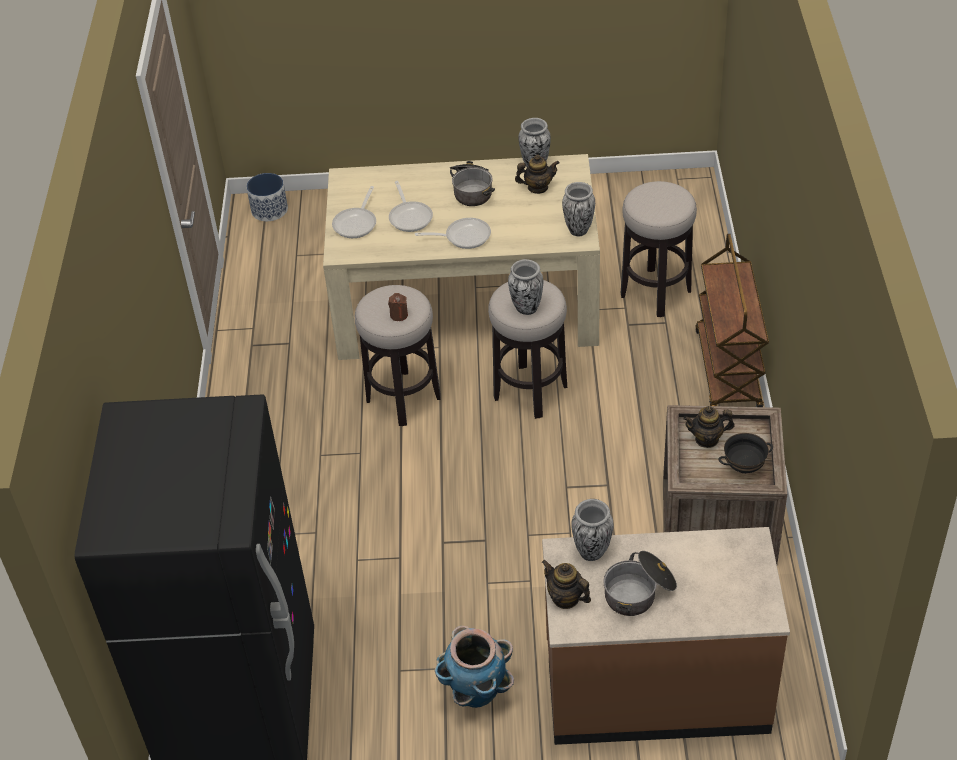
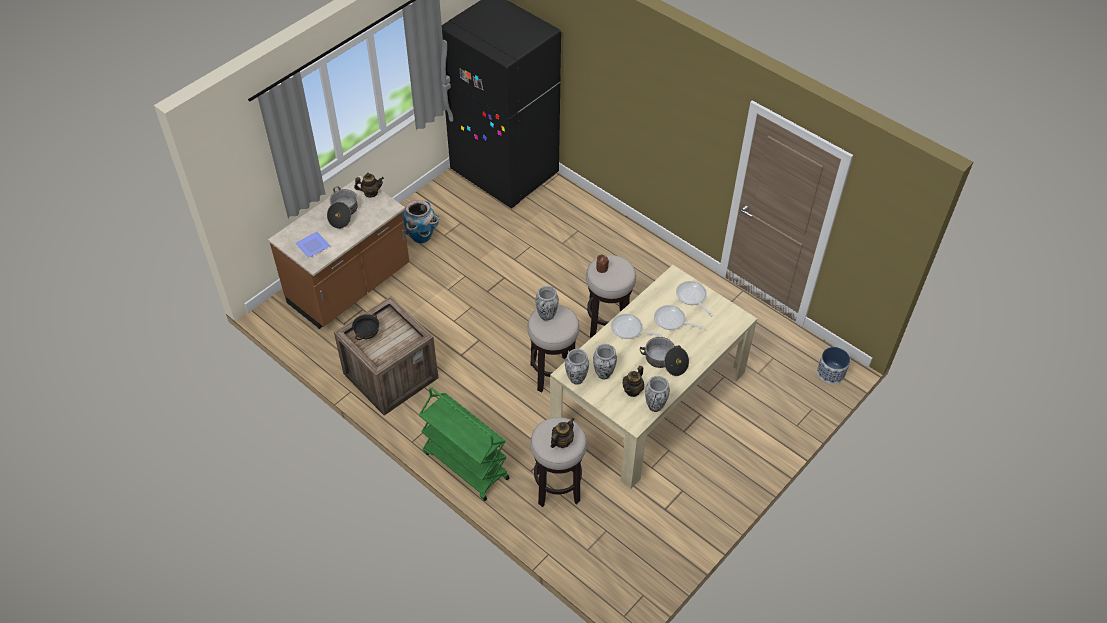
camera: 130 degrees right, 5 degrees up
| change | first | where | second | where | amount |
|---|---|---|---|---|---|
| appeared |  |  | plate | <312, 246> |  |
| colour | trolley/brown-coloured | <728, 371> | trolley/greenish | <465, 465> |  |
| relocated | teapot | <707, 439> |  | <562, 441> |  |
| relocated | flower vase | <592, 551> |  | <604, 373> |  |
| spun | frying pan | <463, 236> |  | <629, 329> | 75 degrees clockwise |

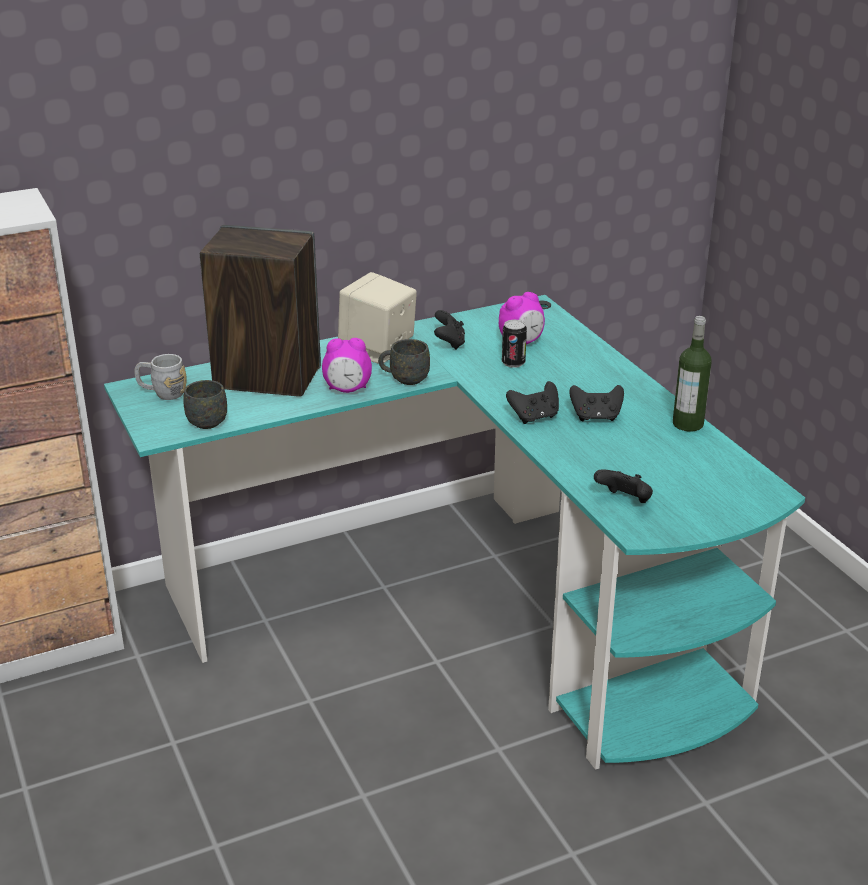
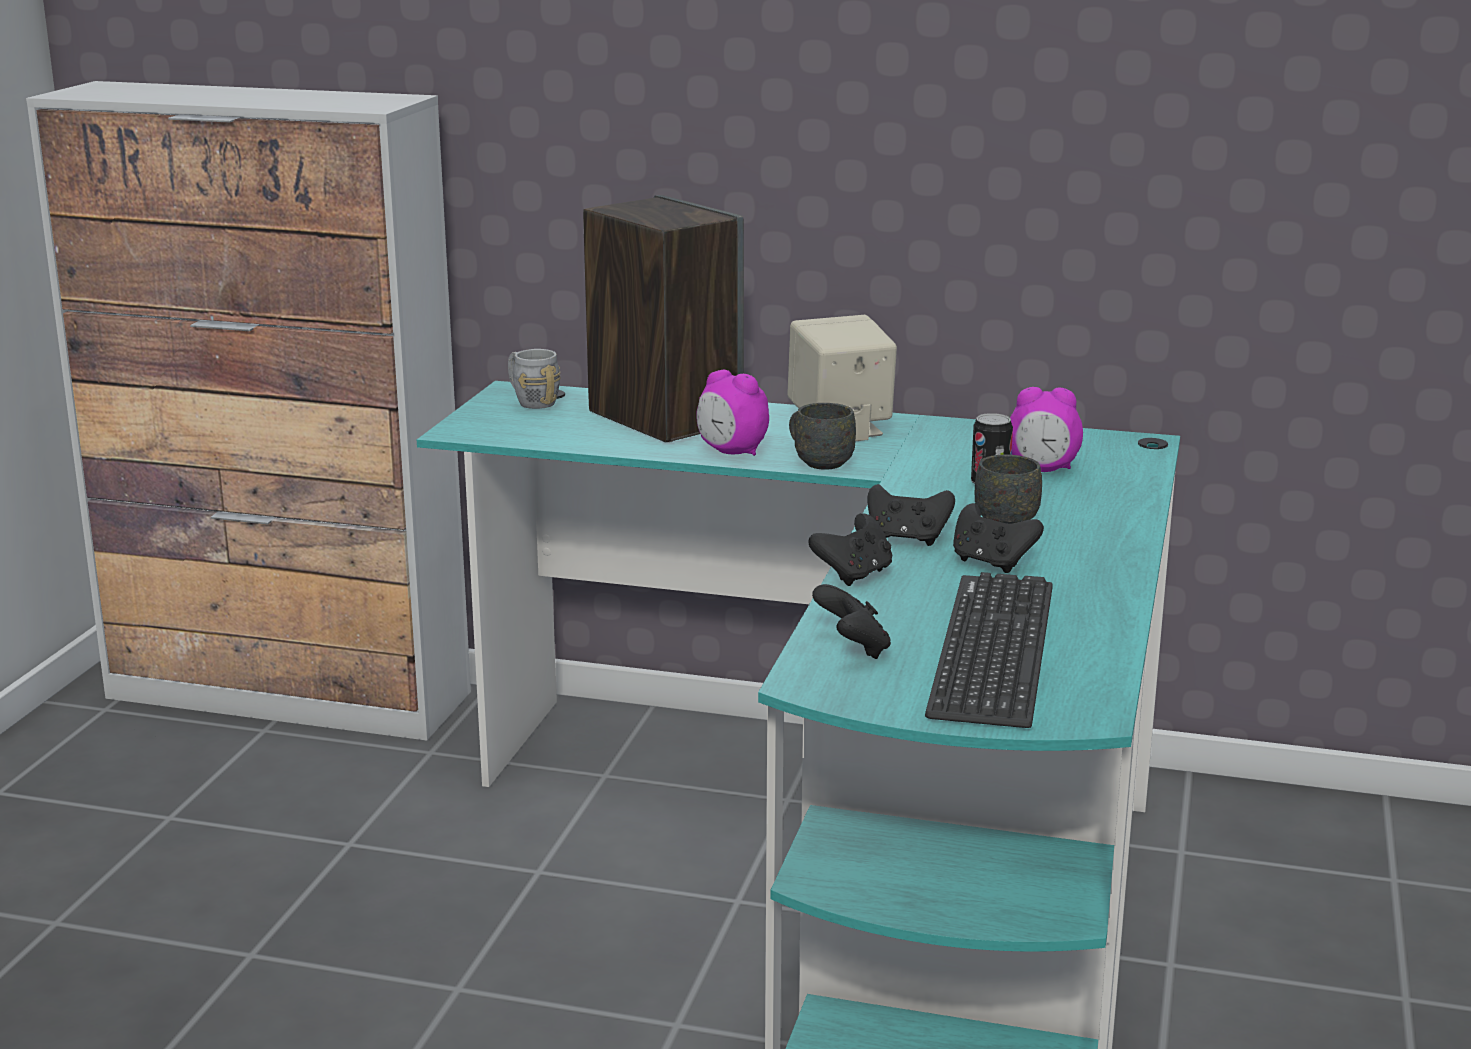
camera: 40 degrees right, 10 degrees down
| change | first | where | second | where | amount |
|---|---|---|---|---|---|
| relocated | game controller/blackish | <449, 343> |  | <854, 575> |  |
| appeared |  |  | keyboard | <993, 650> |  |
| relocated | mug/gray | <205, 419> |  | <1008, 517> |  |
| missing | beverage bottle | <688, 424> |  |  |  |

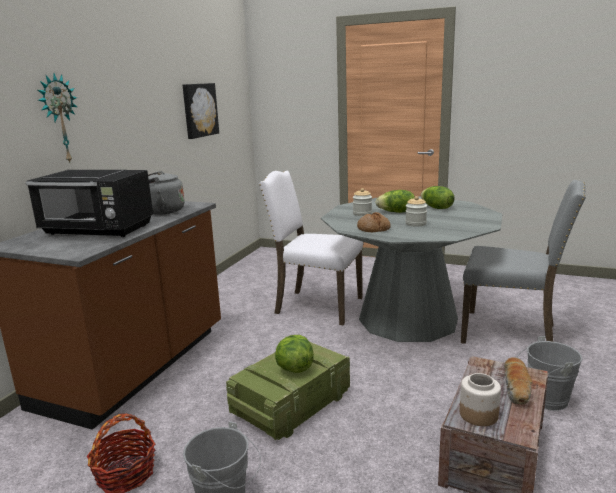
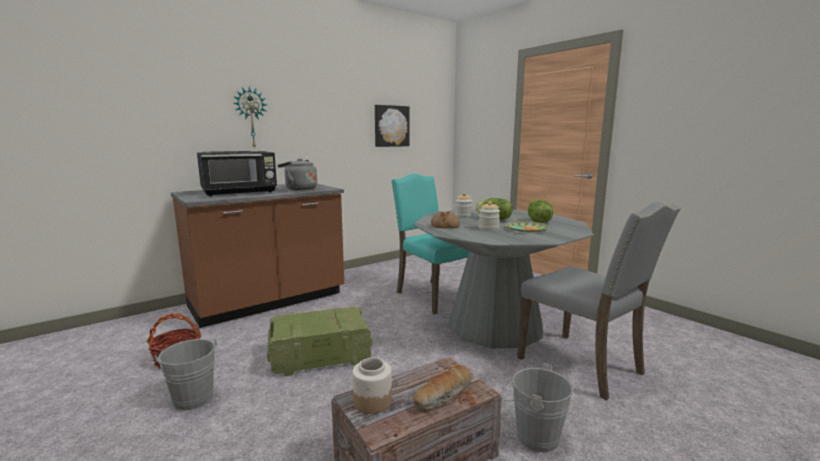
camera: 30 degrees right, 5 degrees down
| change | first | where | second | where | amount |
|---|---|---|---|---|---|
| spun | microwave/blackish | <98, 230> |  | <240, 192> | 75 degrees counterclockwise |
| colour | chair/white | <316, 306> | chair/blue-green | <433, 295> |  |
| appeared |  |  | plate | <526, 229> |  |
| missing | lettuce head | <294, 368> |  |  |  |

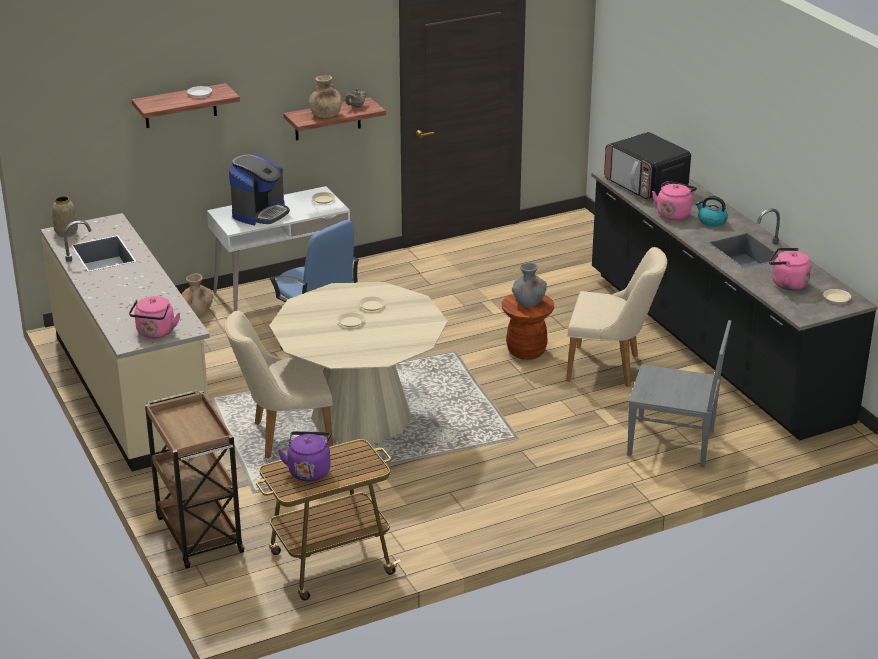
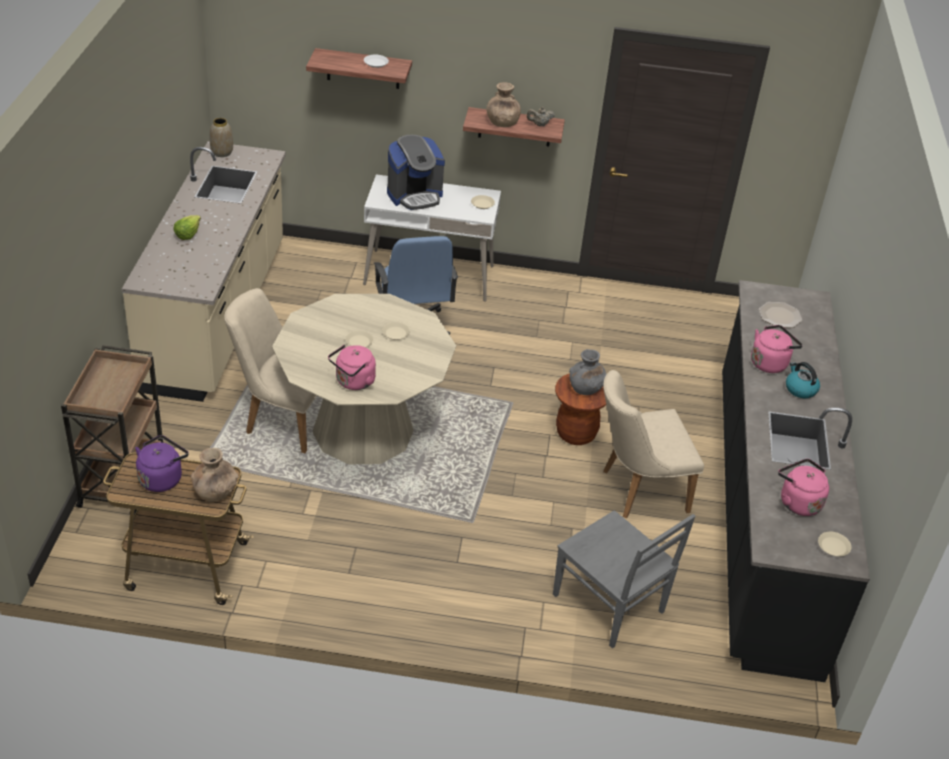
camera: 30 degrees right, 10 degrees up
| change | first | where | second | where | amount |
|---|---|---|---|---|---|
| appeared |  |  | lettuce head | <187, 234> |  |
| relocated | flower vase/brown-coloured | <197, 311> |  | <215, 492> |  |
| relocated | tea kettle/pink | <155, 333> |  | <353, 382> |  |
| spun | chair/sand-coloured | <611, 368> |  | <636, 490> | 120 degrees clockwise |
| exchanged | microwave | <646, 184> | plate | <780, 316> |  |

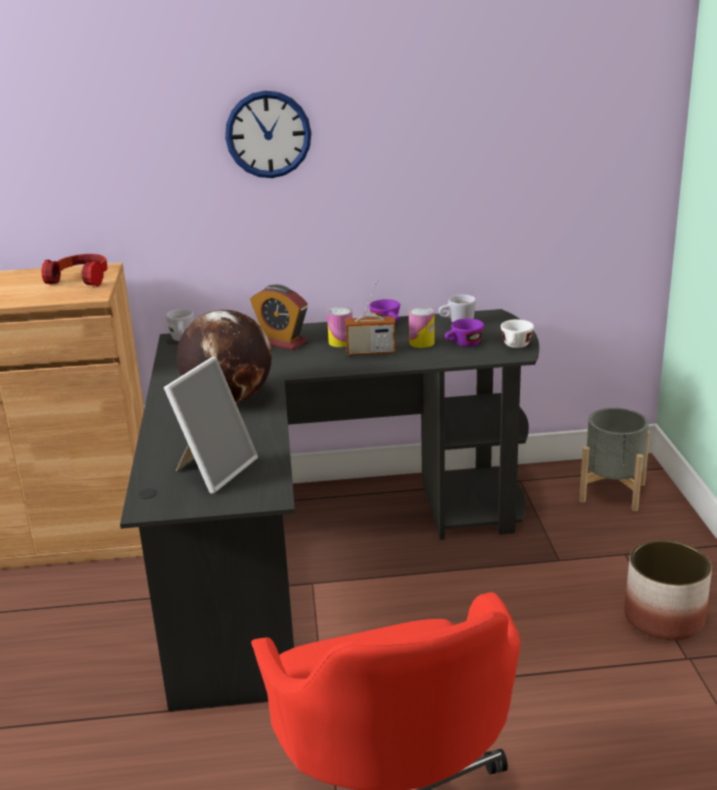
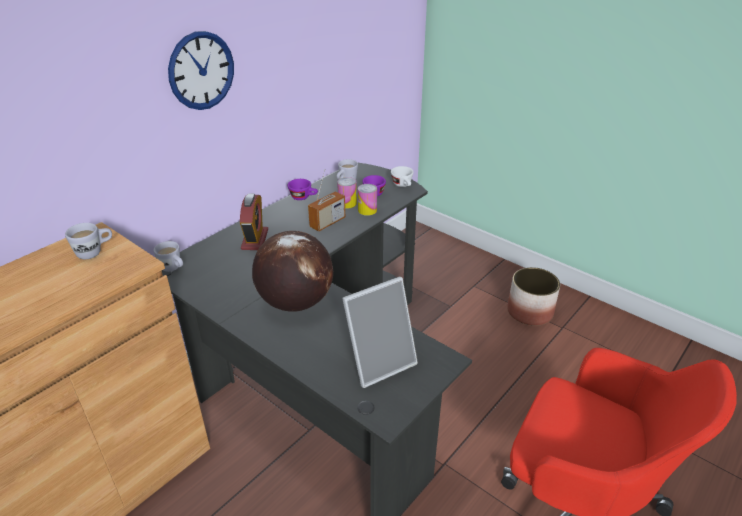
camera: 45 degrees left, 10 degrees up
| change | first | where | second | where | amount |
|---|---|---|---|---|---|
| exchanged | headphones | <81, 279> | mug/white | <95, 252> |  |
| spun | bedside clock | <281, 342> |  | <255, 239> | 75 degrees counterclockwise |
| spun | standing frame | <214, 470> |  | <379, 361> | 75 degrees clockwise |
| relocated | can | <341, 342> |  | <367, 210> |  |
| missing | planter/gray | <611, 492> |  |  |  |

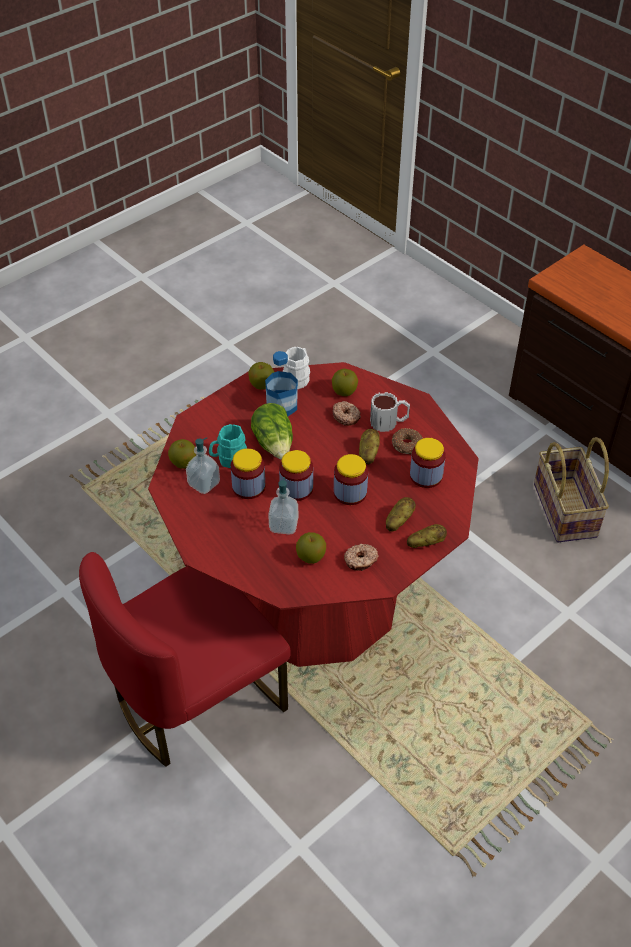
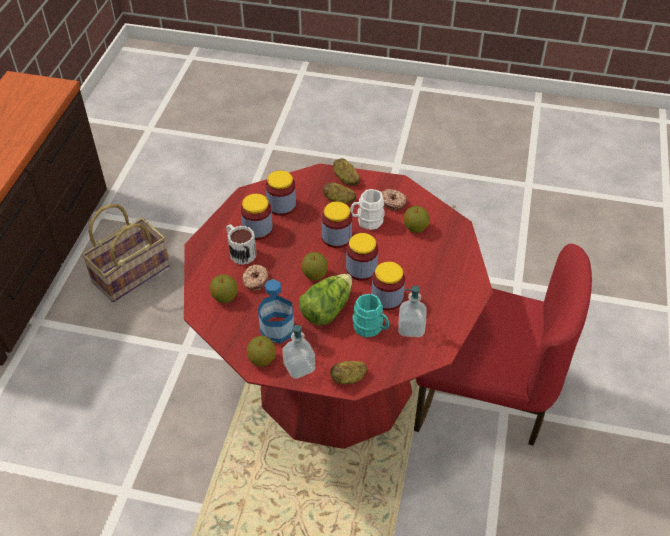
camera: 125 degrees left, 0 degrees up
| change | first | where | second | where | amount |
|---|---|---|---|---|---|
| exchanged | ring doughnut | <407, 445> | storage jar | <257, 229> |  |
| relocated | soap bottle | <283, 525> |  | <299, 367> |  |
| relocated | apple | <183, 463> |  | <314, 274> |  |
| relocated | whole potato | <368, 453> |  | <348, 378> |  |
| relocated | mug/white | <298, 377> |  | <366, 221> |  |

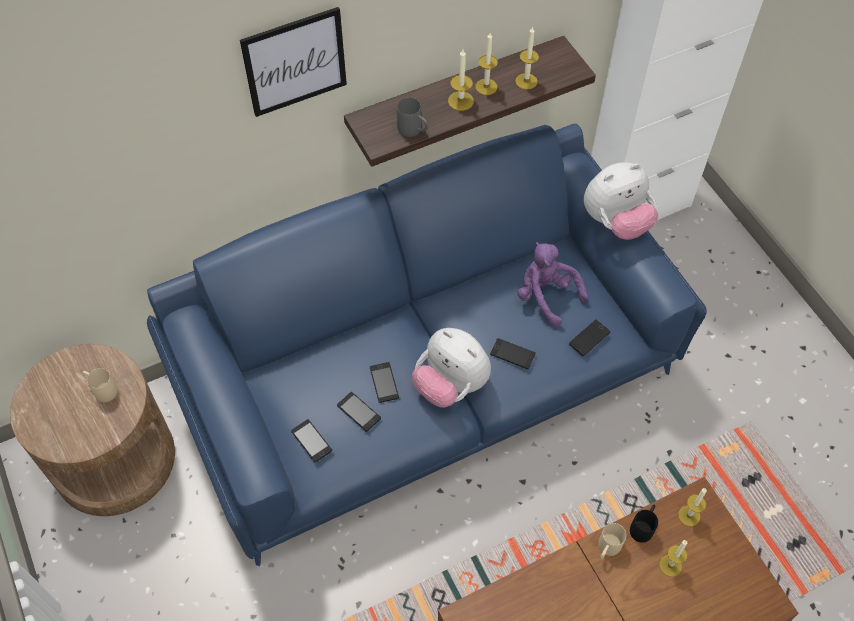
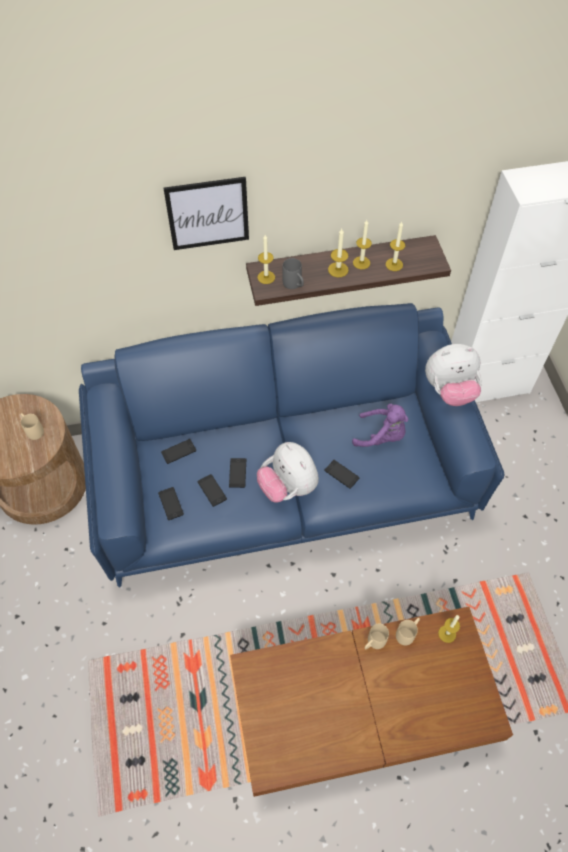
camera: 15 degrees right, 0 degrees up
| change | first | where | second | where | amount |
|---|---|---|---|---|---|
| relocated | handset | <589, 338> |  | <178, 451> |  |
| relocated | candle | <670, 565> |  | <266, 277> |  |
| spun | plush toy/purple | <546, 296> |  | <381, 436> | 135 degrees clockwise |
| colour | mug/blackish | <643, 527> | mug/sand-coloured | <407, 633> |  |

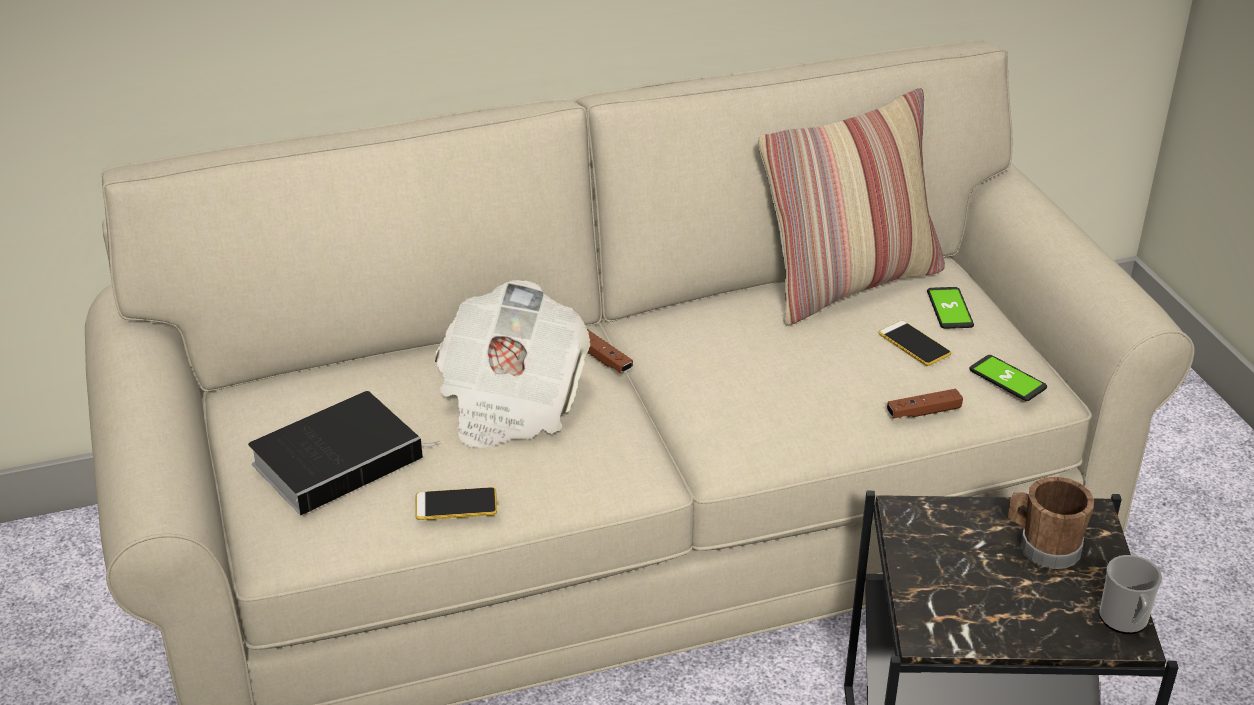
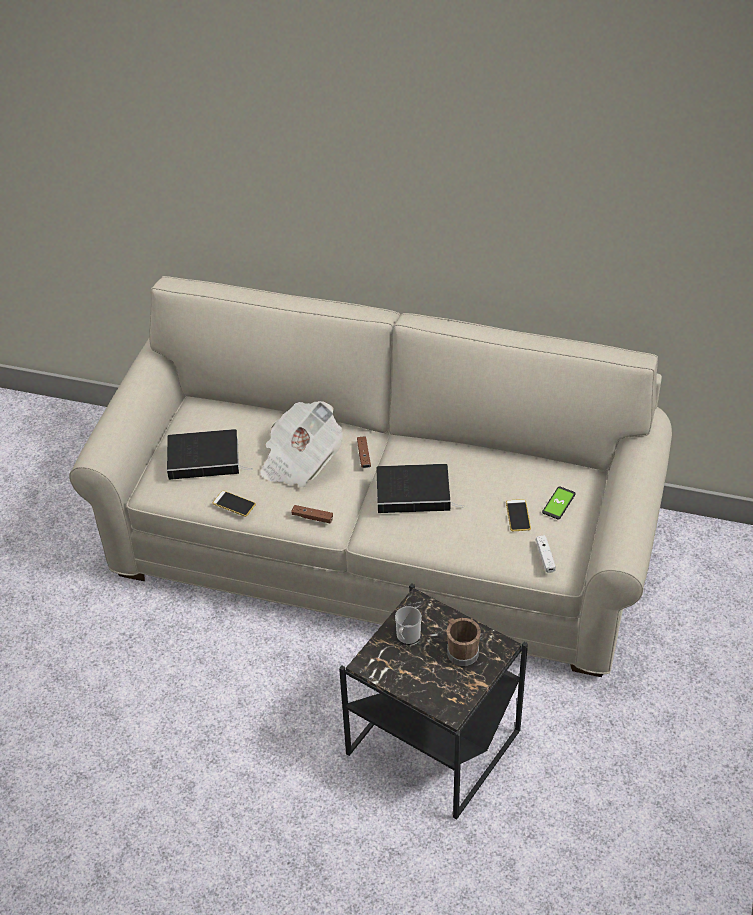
camera: 35 degrees right, 10 degrees up
| change | first | where | second | where | amount |
|---|---|---|---|---|---|
| relocated | game controller/brown-coloured | <923, 412> |  | <312, 517> |  |
| appeared |  |  | book | <415, 492> |  |
| relocated | mug | <1125, 621> |  | <407, 637> |  |
| exchanged | handset | <1007, 379> | game controller/white | <545, 557> |  |
| missing | pillow | <848, 284> |  |  |  |

